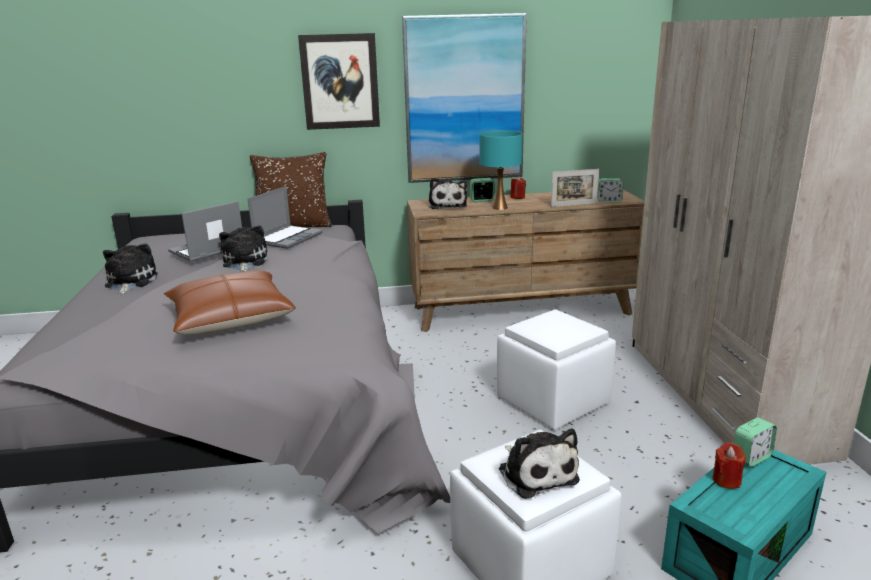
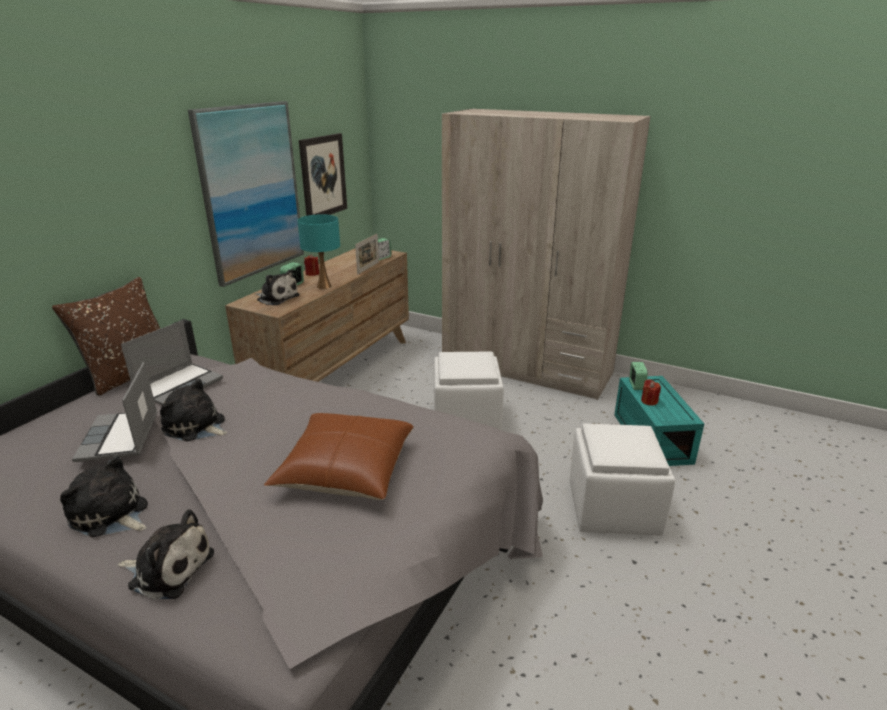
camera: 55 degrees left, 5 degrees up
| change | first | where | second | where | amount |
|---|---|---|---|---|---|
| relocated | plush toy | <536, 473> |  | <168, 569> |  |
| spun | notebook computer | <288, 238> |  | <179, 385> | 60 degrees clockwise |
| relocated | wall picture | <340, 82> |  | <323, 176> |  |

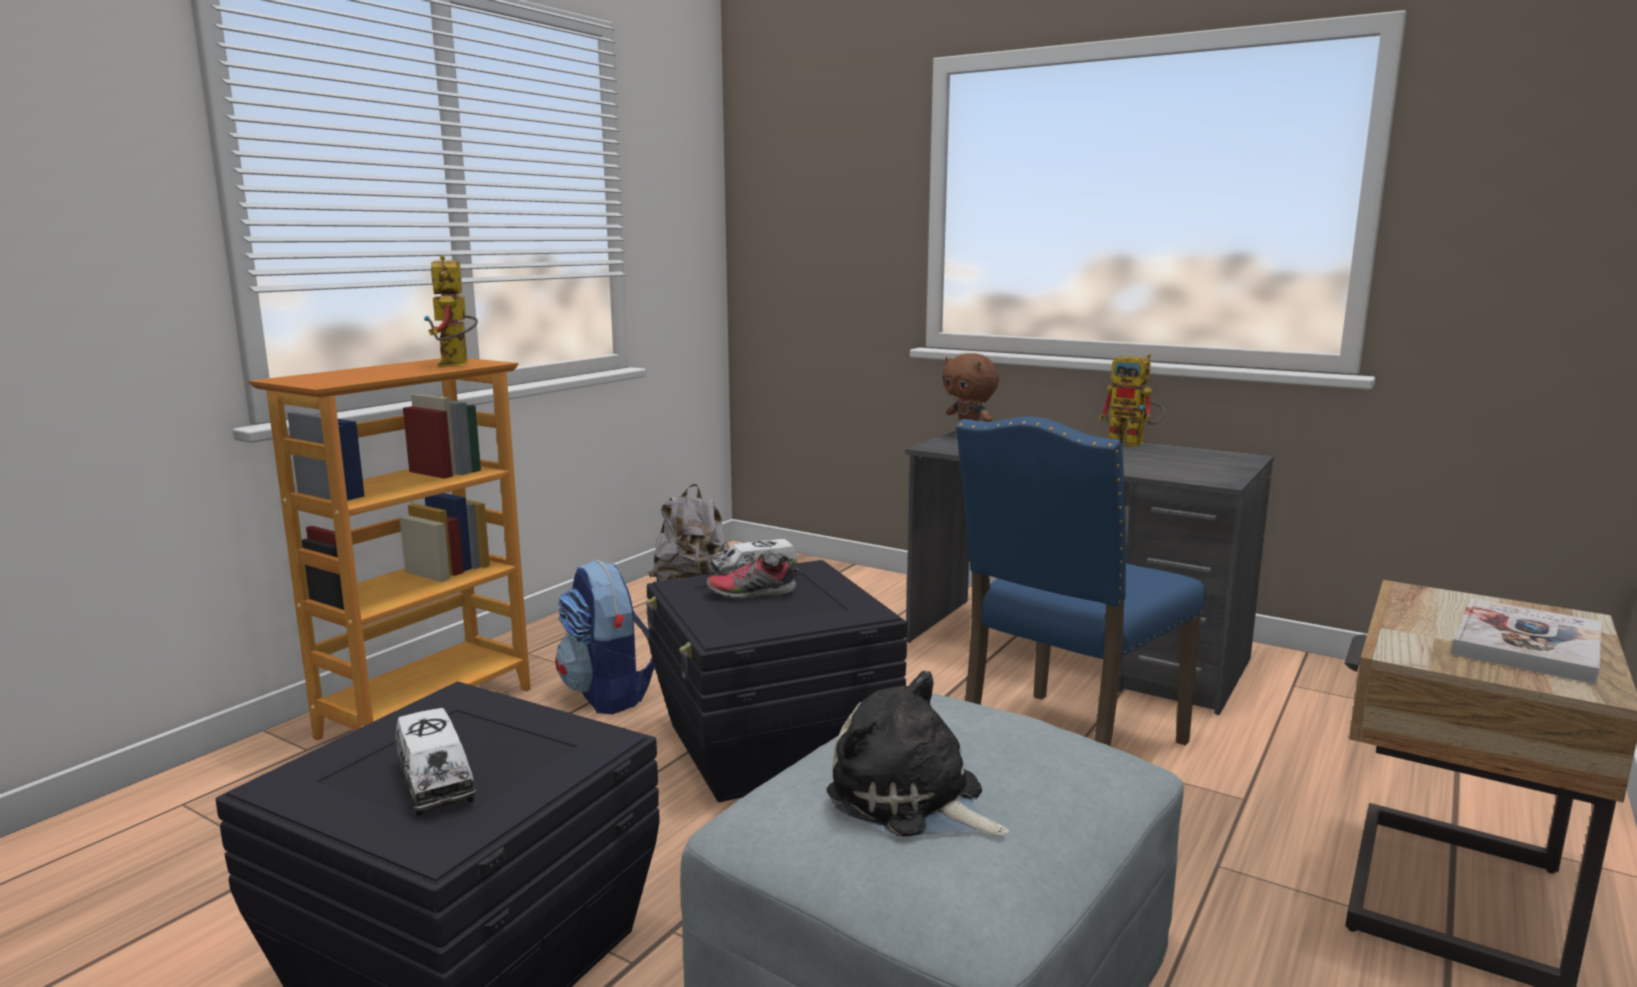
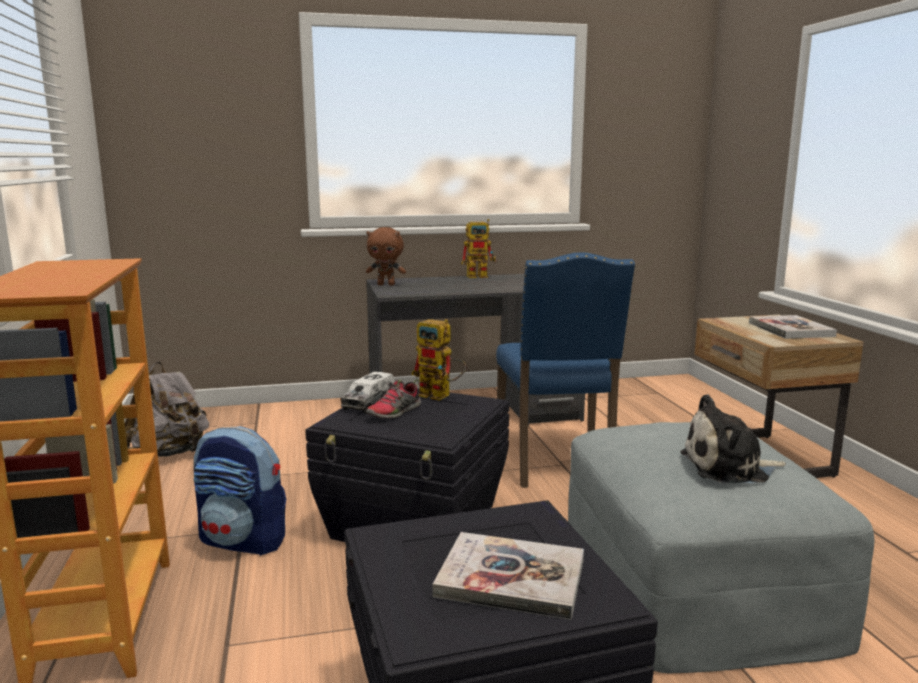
camera: 45 degrees left, 0 degrees up
| change | first | where | second | where | amount |
|---|---|---|---|---|---|
| relocated | model robot | <456, 365> |  | <441, 396> |  |
| exchanged | toy truck | <435, 782> | book | <511, 578> |  |

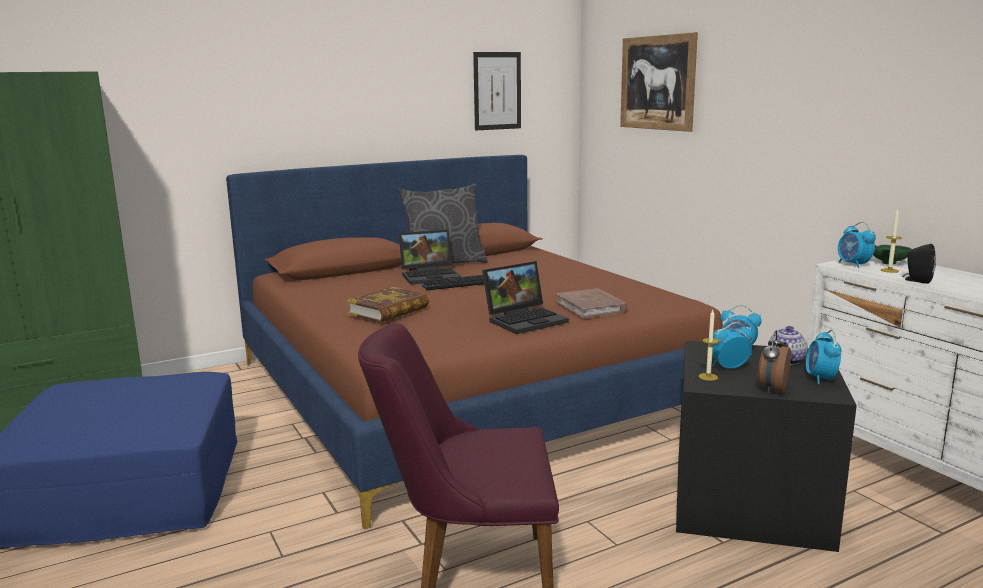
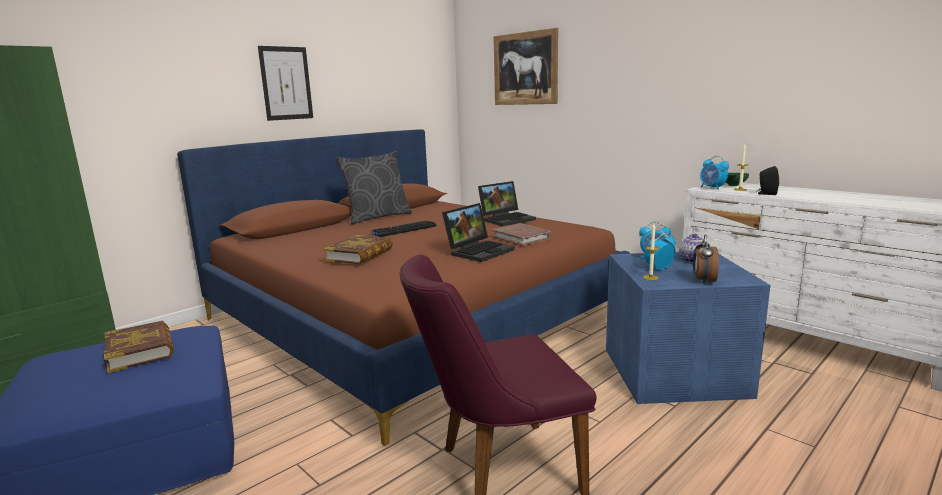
camera: 15 degrees left, 0 degrees up
| change | first | where | second | where | amount |
|---|---|---|---|---|---|
| appeared |  |  | book | <140, 351> |  |
| relocated | wall picture | <497, 91> |  | <286, 83> |  |
| relocated | notebook computer | <431, 276> |  | <507, 219> |  |
| colour | storage bin/blackish | <752, 503> | storage bin/blue-coloured | <676, 373> |  |
| missing | bedside clock | <820, 379> |  |  |  |

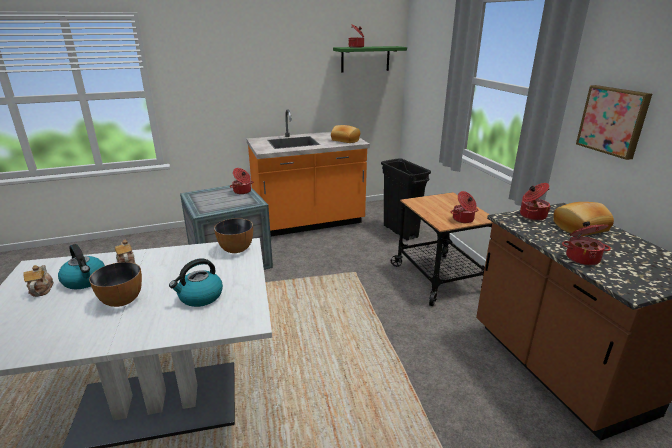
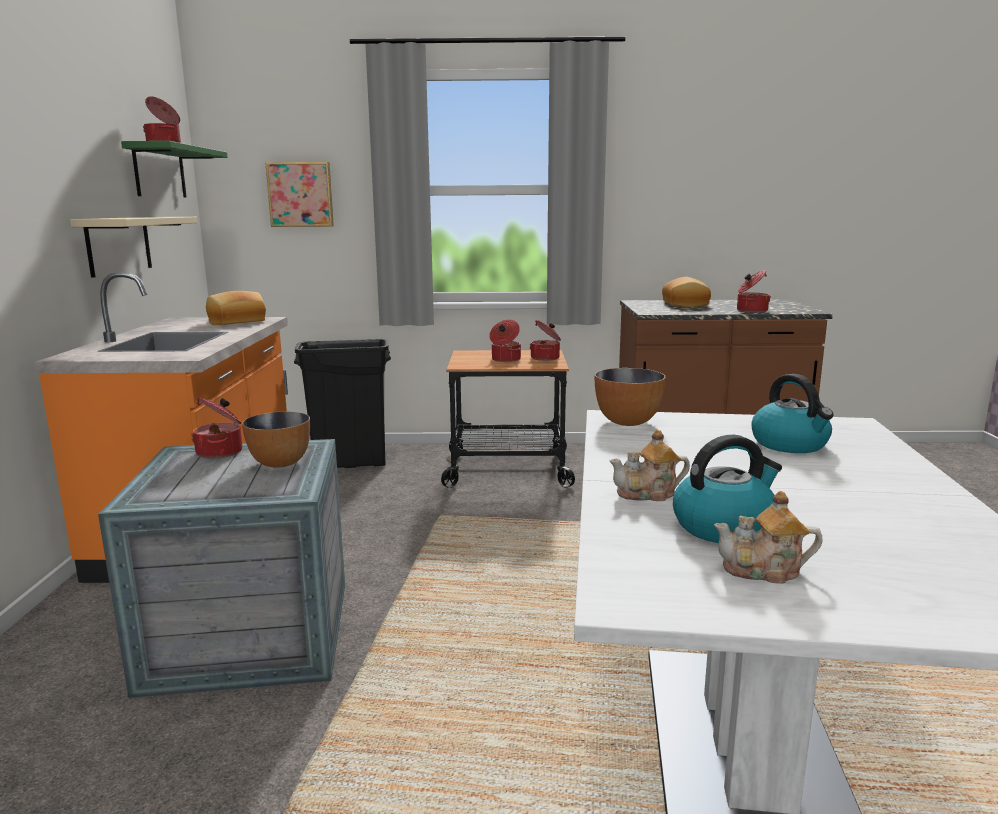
camera: 70 degrees left, 10 degrees down
| change | first | where | second | where | amount |
|---|---|---|---|---|---|
| appeared |  |  | bracket shelf/sand-coloured | <119, 245> |  |
| relocated | deep dish | <122, 300> |  | <279, 463> |  |
| relocated | wall picture | <613, 120> |  | <301, 194> |  |
| relocated | stockpot | <532, 215> |  | <505, 359> |  |

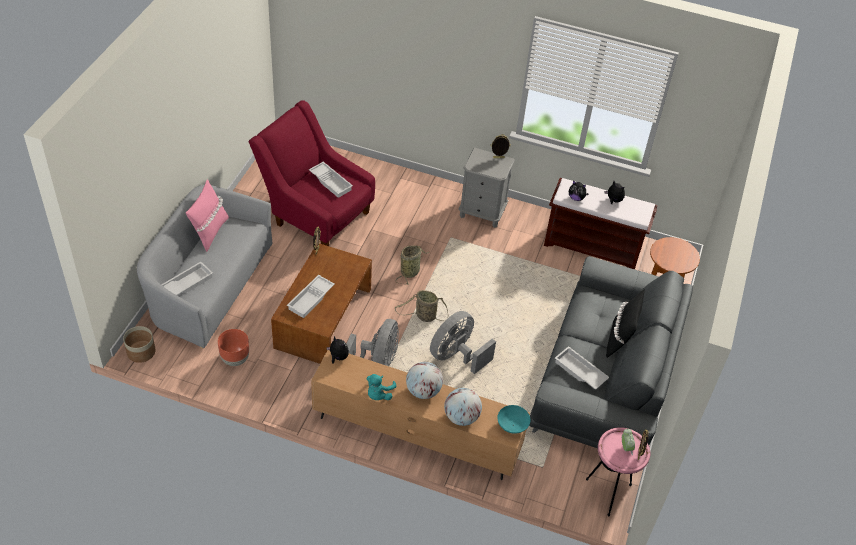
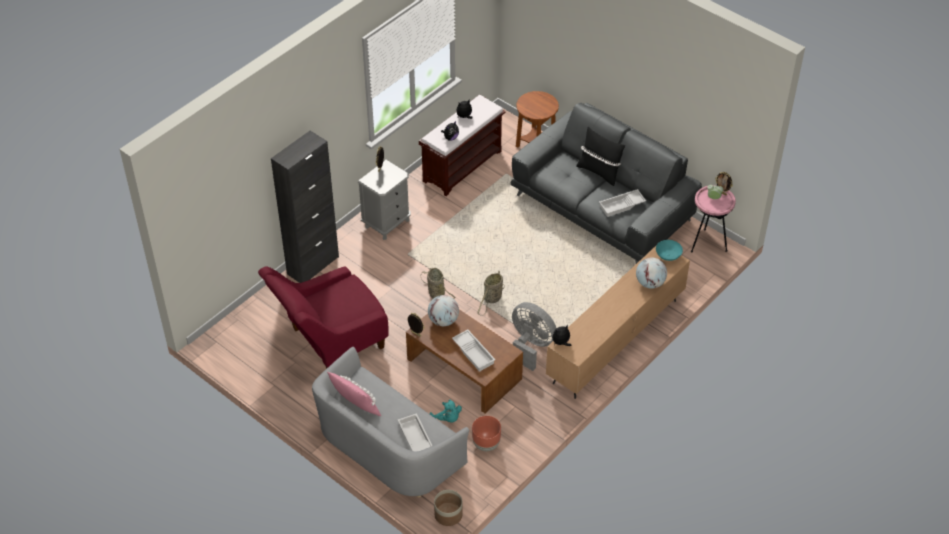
camera: 65 degrees left, 0 degrees up
| change | first | where | second | where | amount |
|---|---|---|---|---|---|
| appeared |  |  | cupboard/blackish | <313, 265> |  |
| relocated | world globe | <423, 391> |  | <443, 321> |  |
| relocated | plush toy/blue-green | <378, 394> |  | <447, 418> |  |
| missing | tray/white | <331, 182> |  |  |  |
| missing | electric fan/gray | <456, 356> |  |  |  |

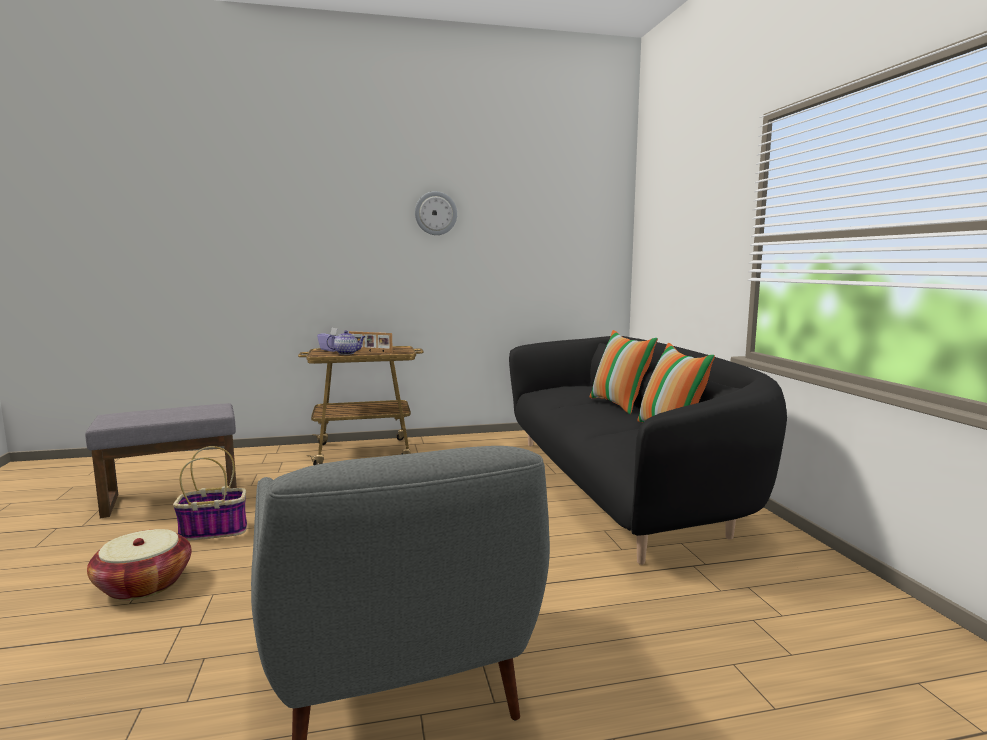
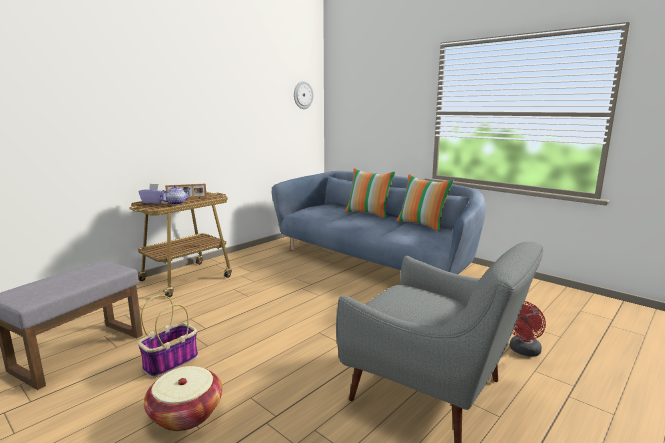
camera: 35 degrees left, 5 degrees up
| change | first | where | second | where | amount |
|---|---|---|---|---|---|
| colour | sofa/blackish | <618, 486> | sofa/blue-coloured | <375, 262> |  |
| relocated | hanging clock | <435, 213> |  | <303, 95> |  |
| appeared |  |  | electric fan/red | <523, 351> |  |

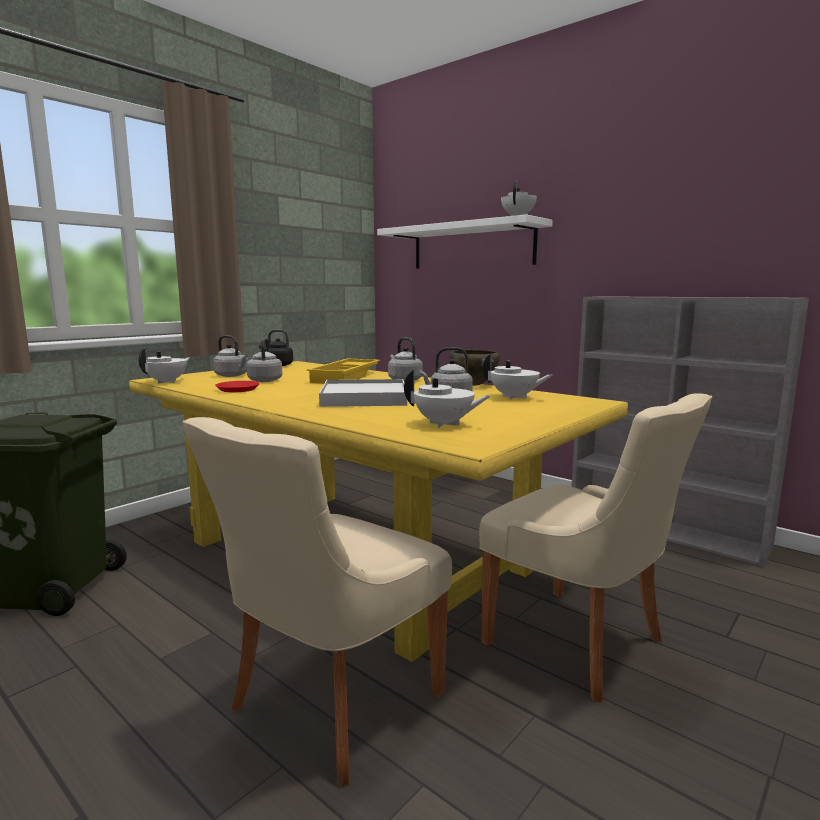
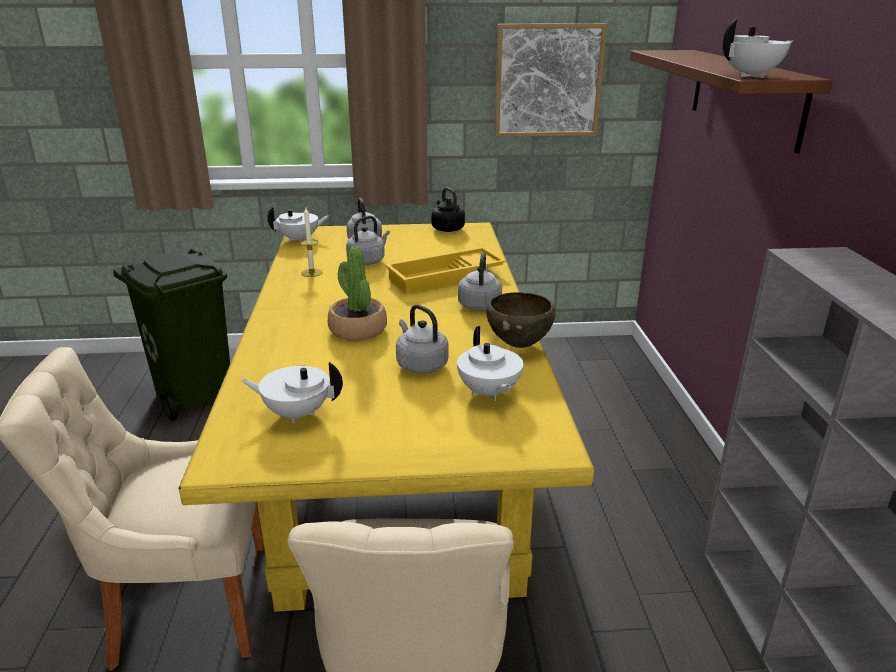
camera: 45 degrees right, 15 degrees up
| change | first | where | second | where | amount |
|---|---|---|---|---|---|
| spun | teapot/white | <444, 424> |  | <297, 413> | 120 degrees clockwise |
| exchanged | plate/red | <238, 389> | candle | <312, 273> |  |
| exchanged | tray/white | <364, 398> | houseplant | <357, 330> |  |
| appeared |  |  | wall picture | <548, 81> |  |
| colour | bracket shelf/white | <472, 246> | bracket shelf/brown-coloured | <745, 96> |  |

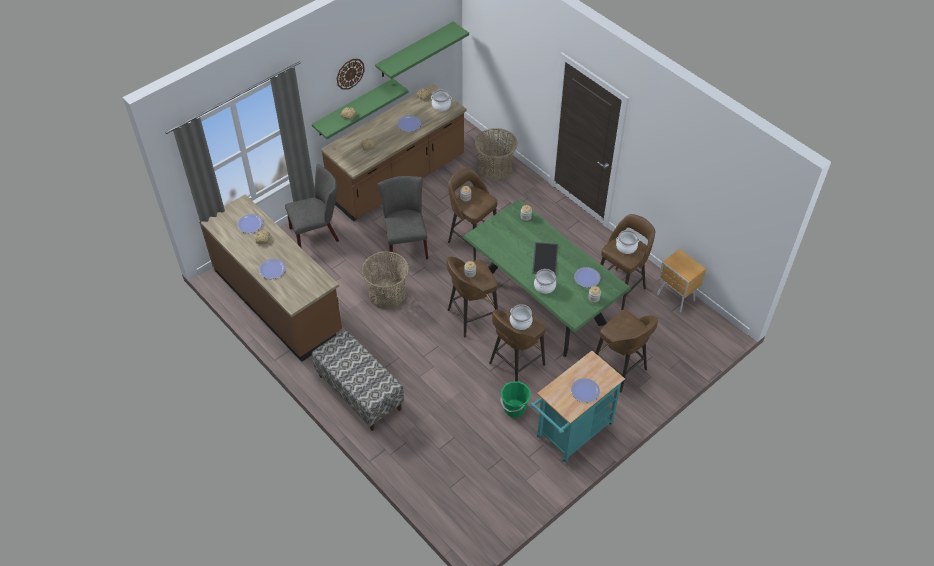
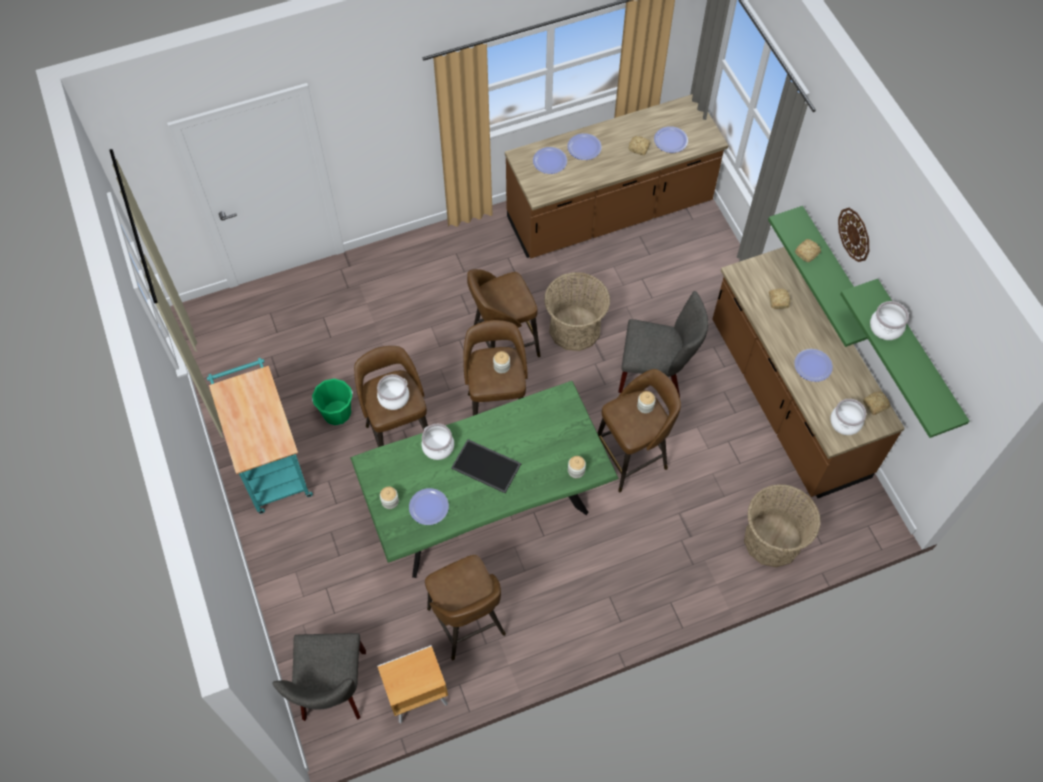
camera: 110 degrees right, 10 degrees up
| change | first | where | second | where | amount |
|---|---|---|---|---|---|
| relocated | chair/gray | <317, 234> |  | <332, 690> |  |
| relocated | sitting stool/brown-coloured | <620, 370> |  | <503, 345> |  |
| relocated | plate | <585, 391> |  | <549, 161> |  |
| relocated | stockpot | <626, 247> |  | <885, 327> |  |
| missing | long seat | <359, 392> |  |  |  |

